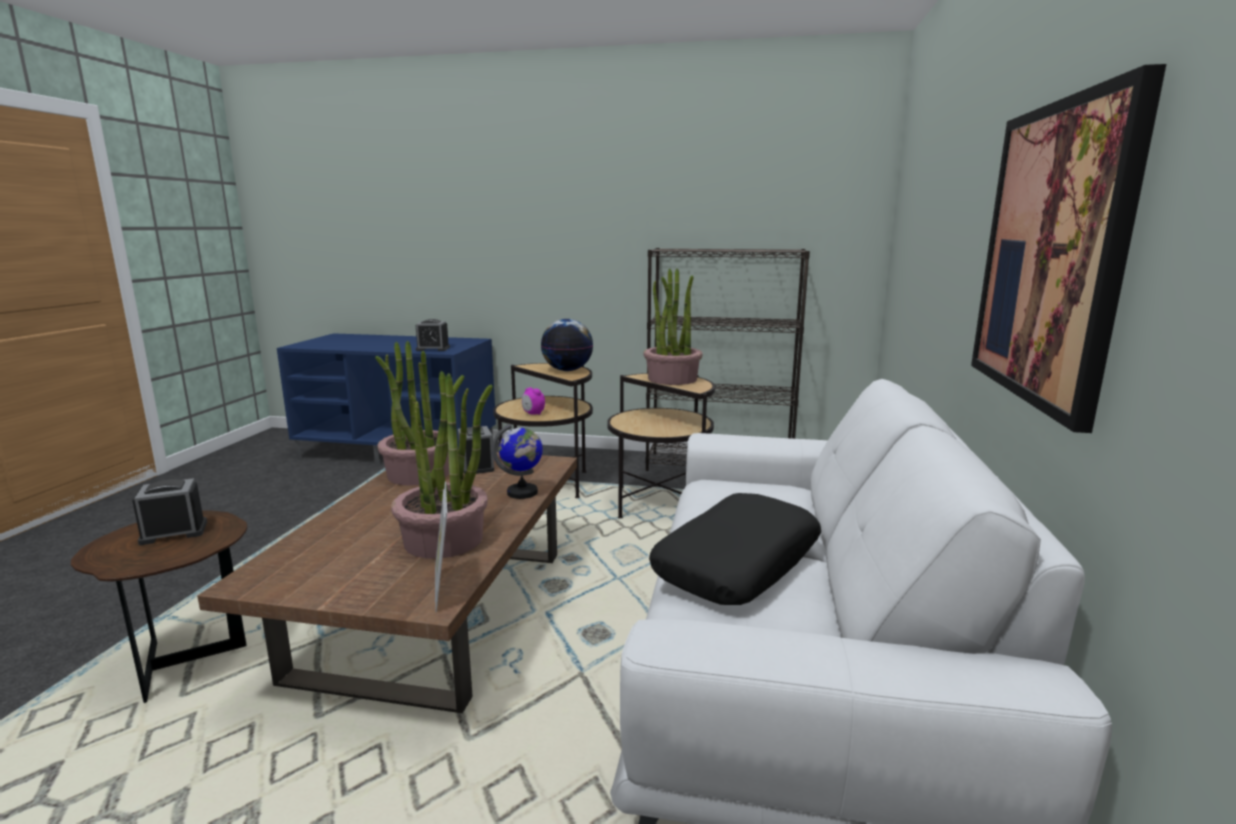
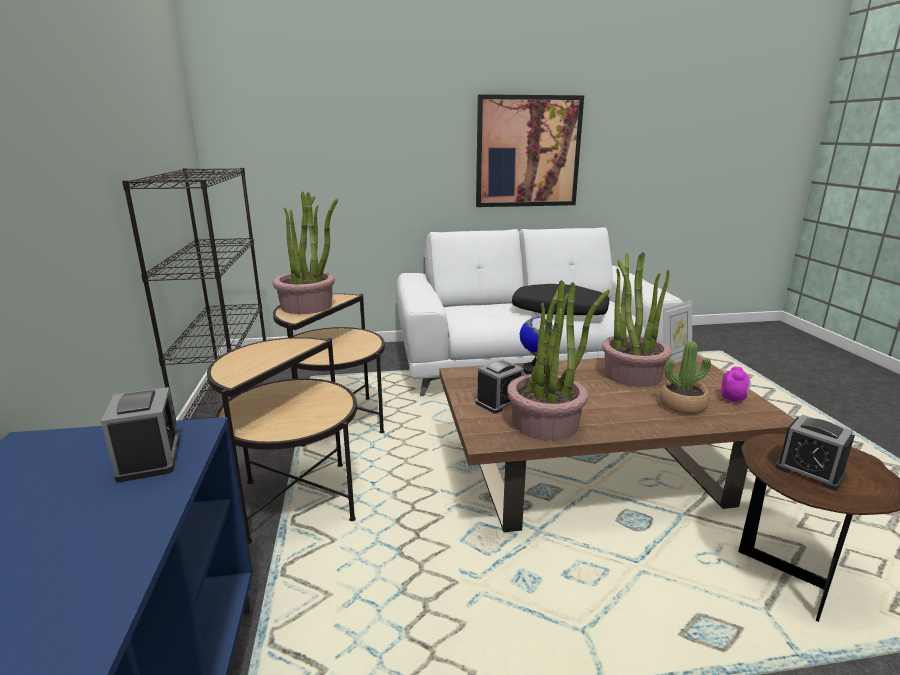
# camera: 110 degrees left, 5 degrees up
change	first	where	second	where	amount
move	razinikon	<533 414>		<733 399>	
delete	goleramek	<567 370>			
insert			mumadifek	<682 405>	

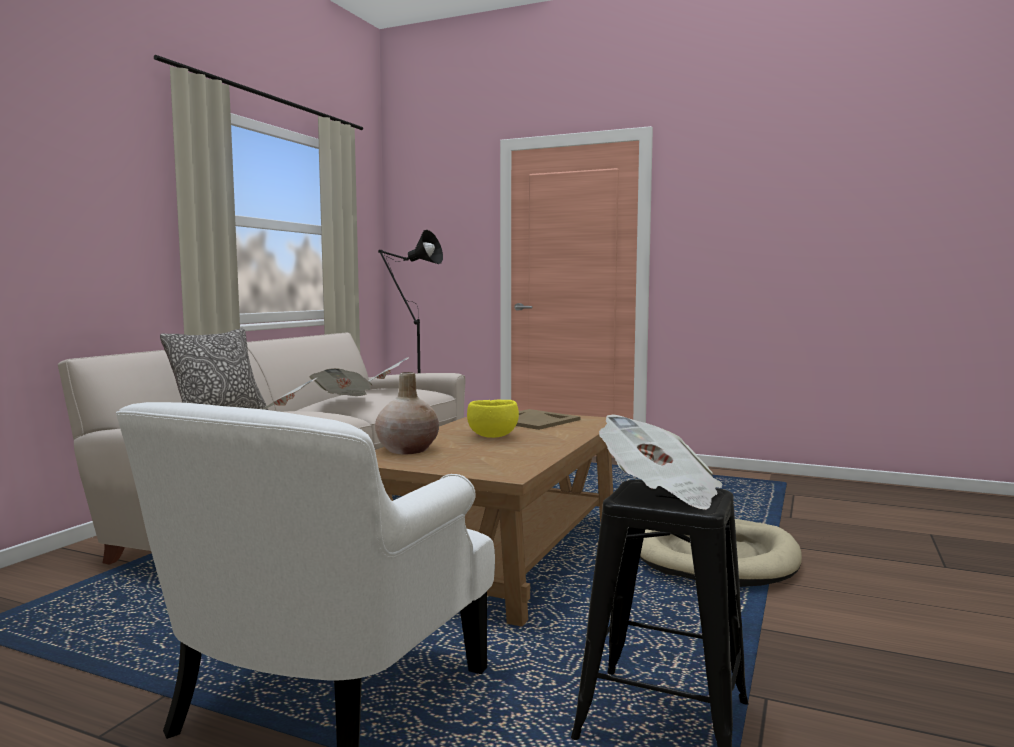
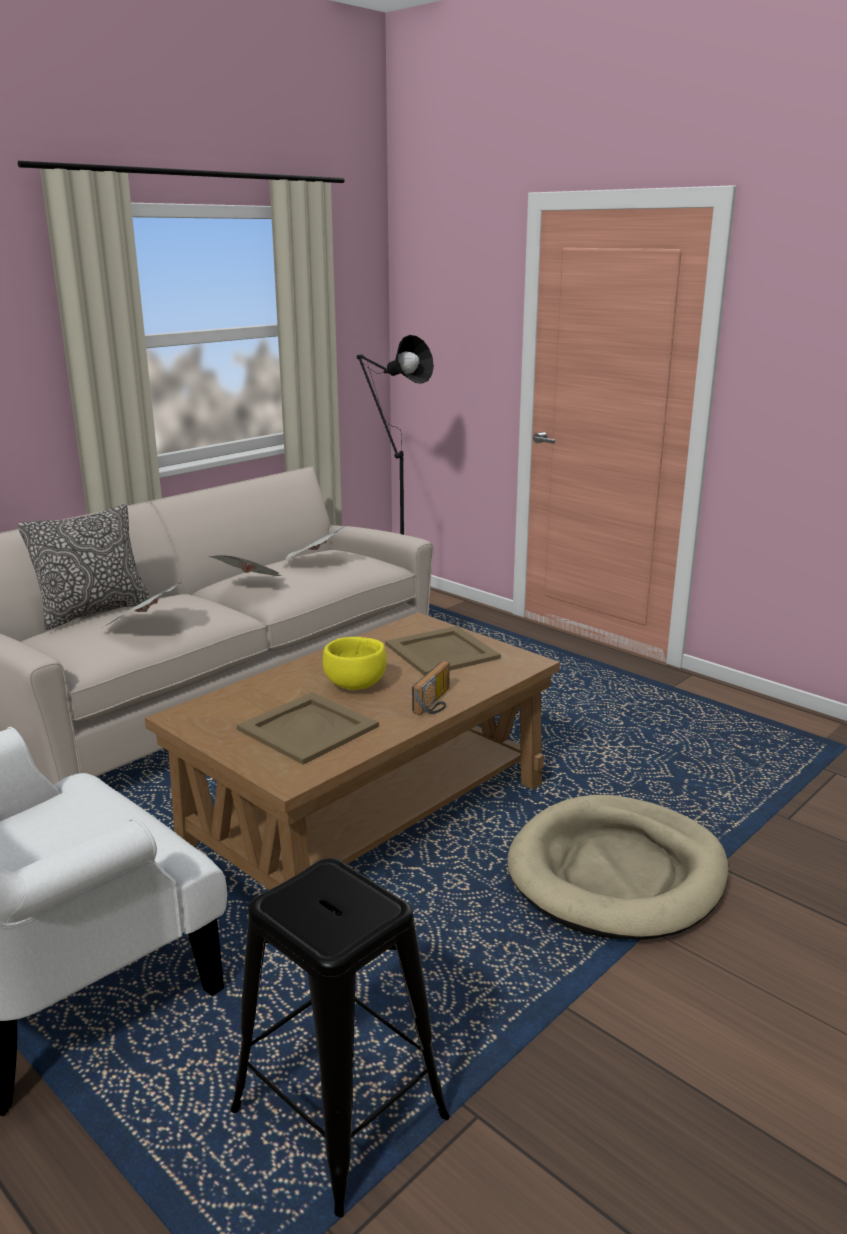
# camera: 20 degrees right, 15 degrees up
change	first	where	second	where	amount
delete	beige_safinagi	<408 450>			
delete	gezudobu	<660 493>			
insert			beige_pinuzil	<308 728>	
insert			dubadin	<436 703>	

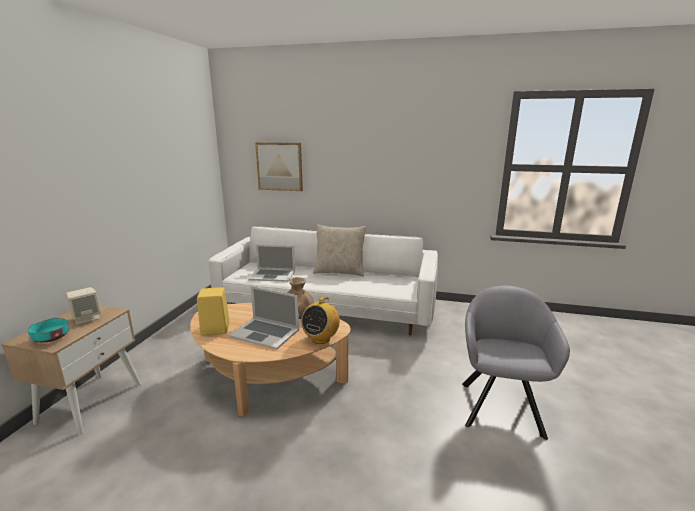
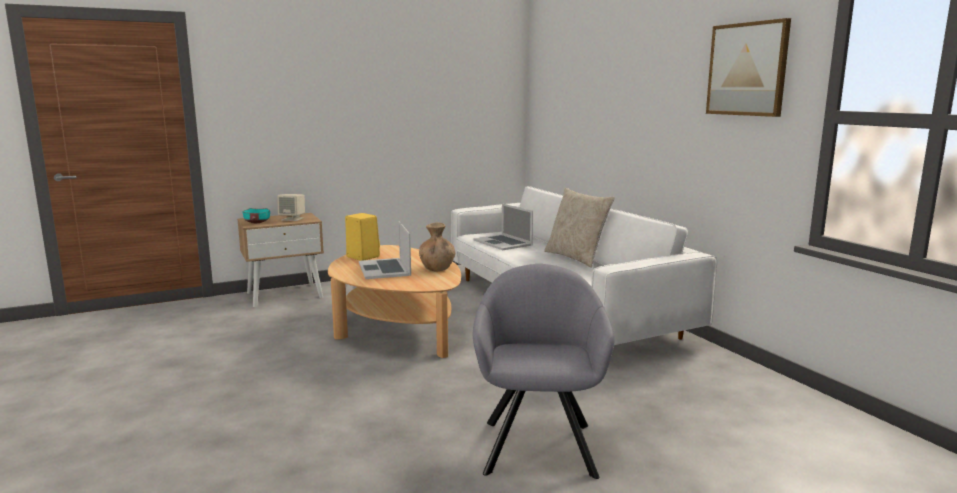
# camera: 50 degrees right, 5 degrees down
change	first	where	second	where	amount
move	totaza	<279 166>		<747 69>	
delete	dubadin	<321 339>			
rotate	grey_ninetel	<500 405>		<539 443>	60 degrees counterclockwise

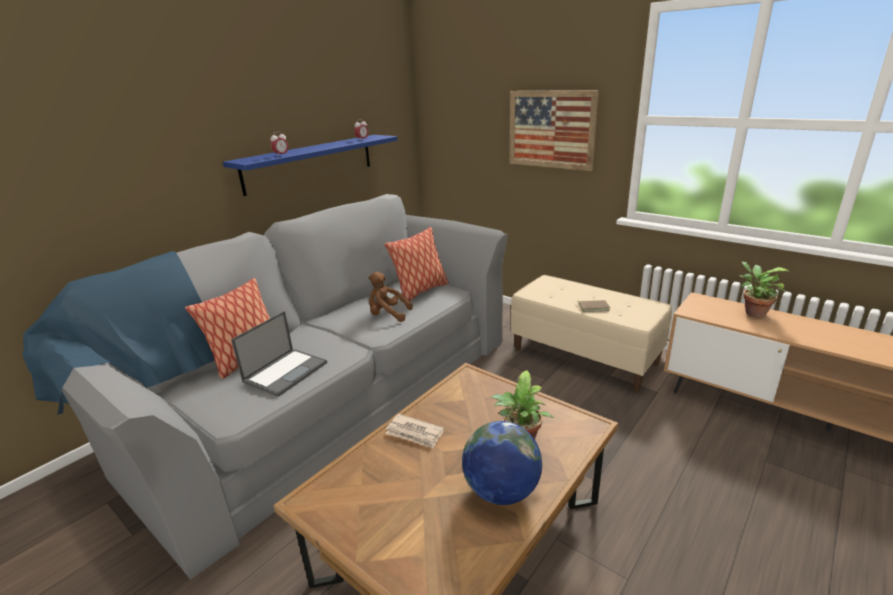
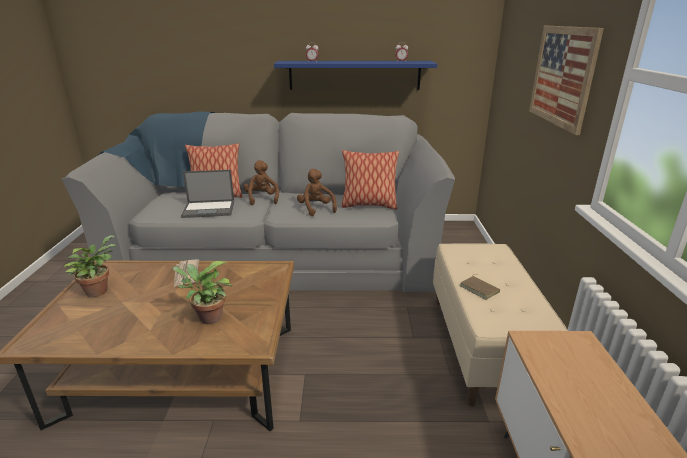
# camera: 50 degrees right, 0 degrees up
change	first	where	second	where	amount
delete	goleramek	<501 491>			
move	mumadifek	<752 312>		<98 290>	
insert			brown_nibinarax	<262 199>	

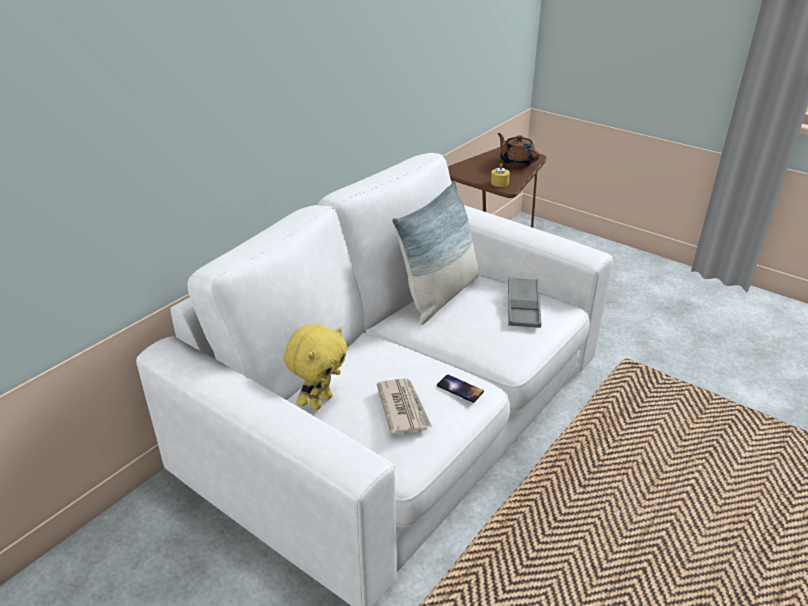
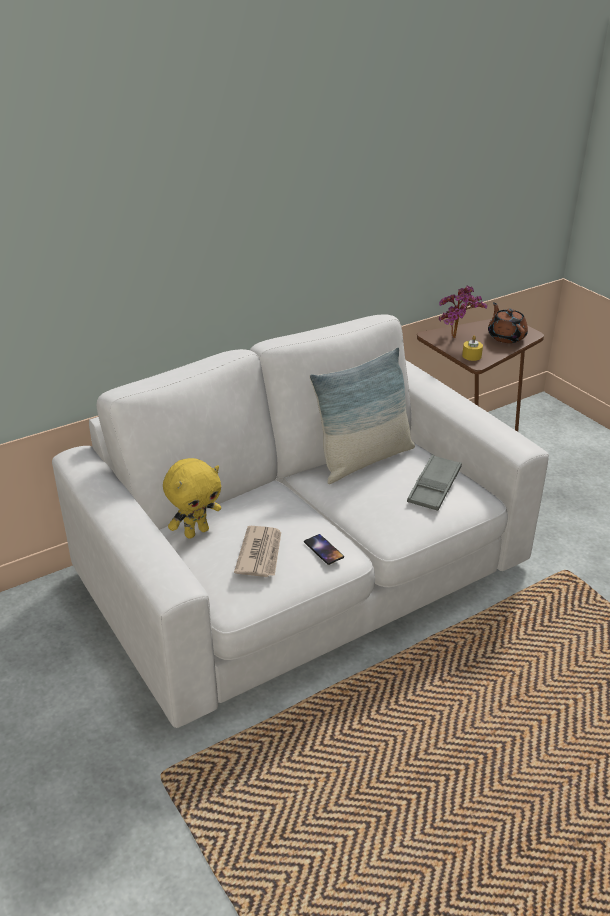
# camera: 20 degrees right, 0 degrees up
change	first	where	second	where	amount
insert			mumadifek	<457 338>	

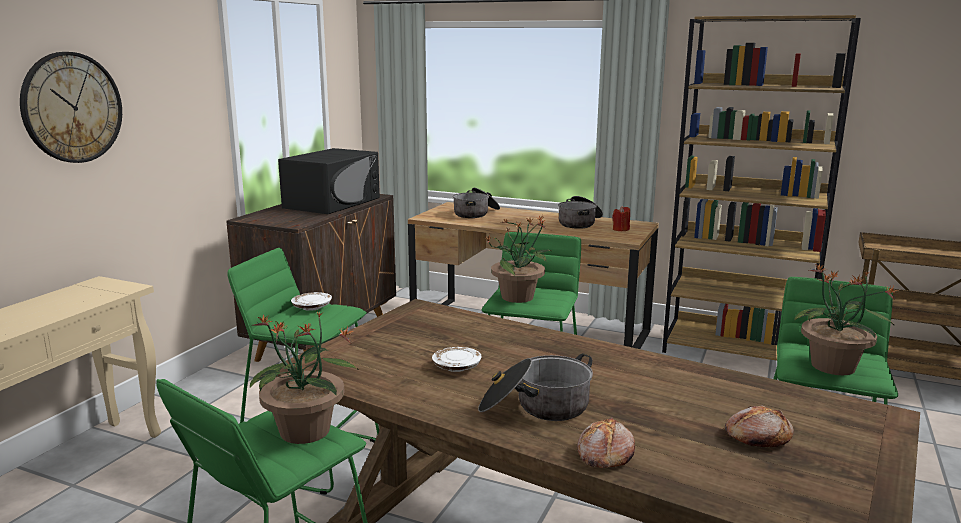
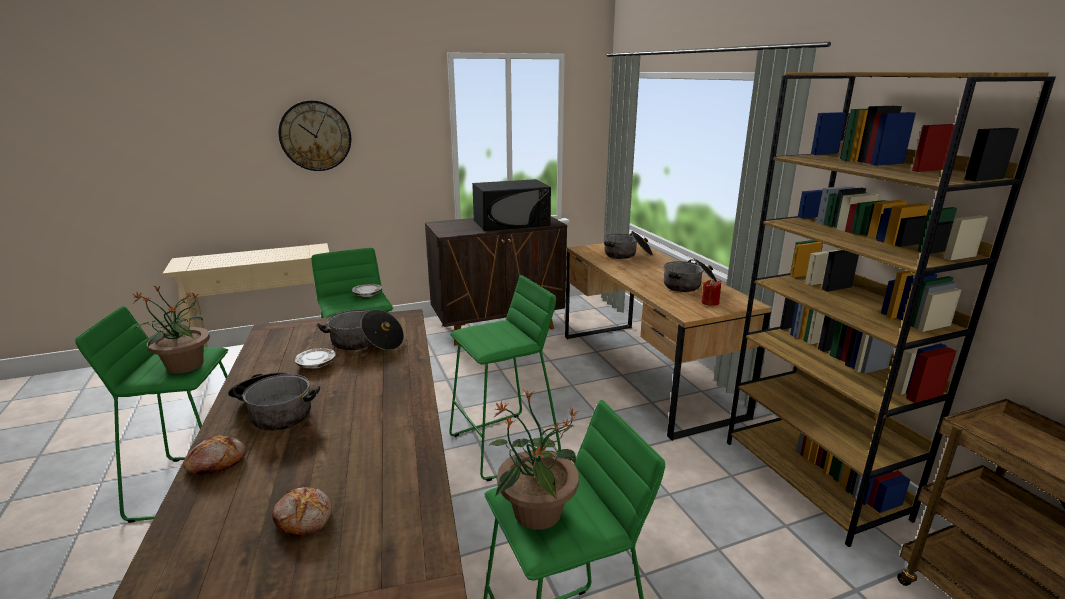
# camera: 45 degrees right, 5 degrees up
change	first	where	second	where	amount
delete	mumadifek	<518 297>			
insert			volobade	<365 343>	

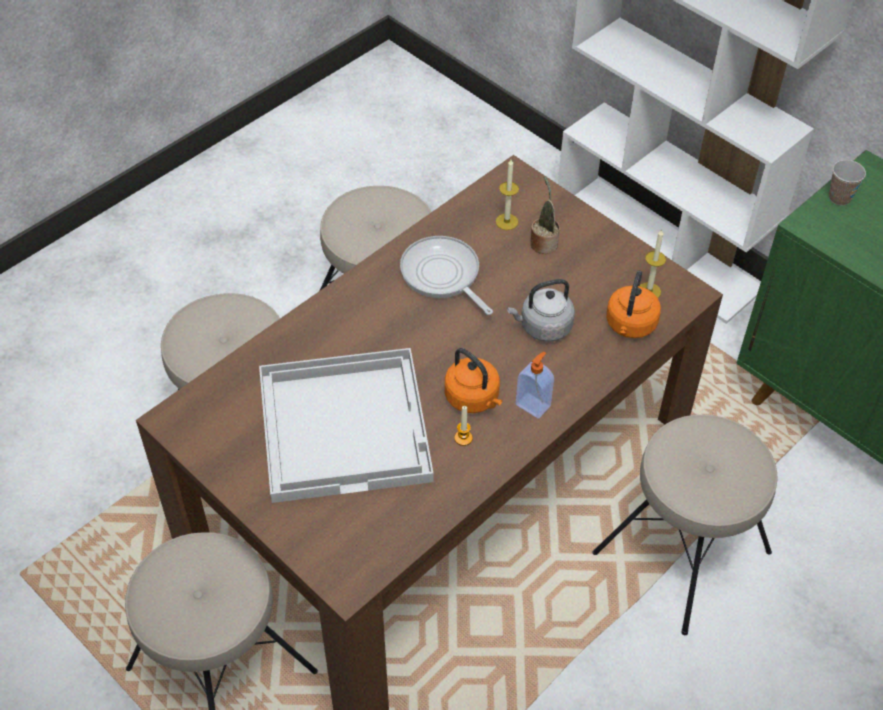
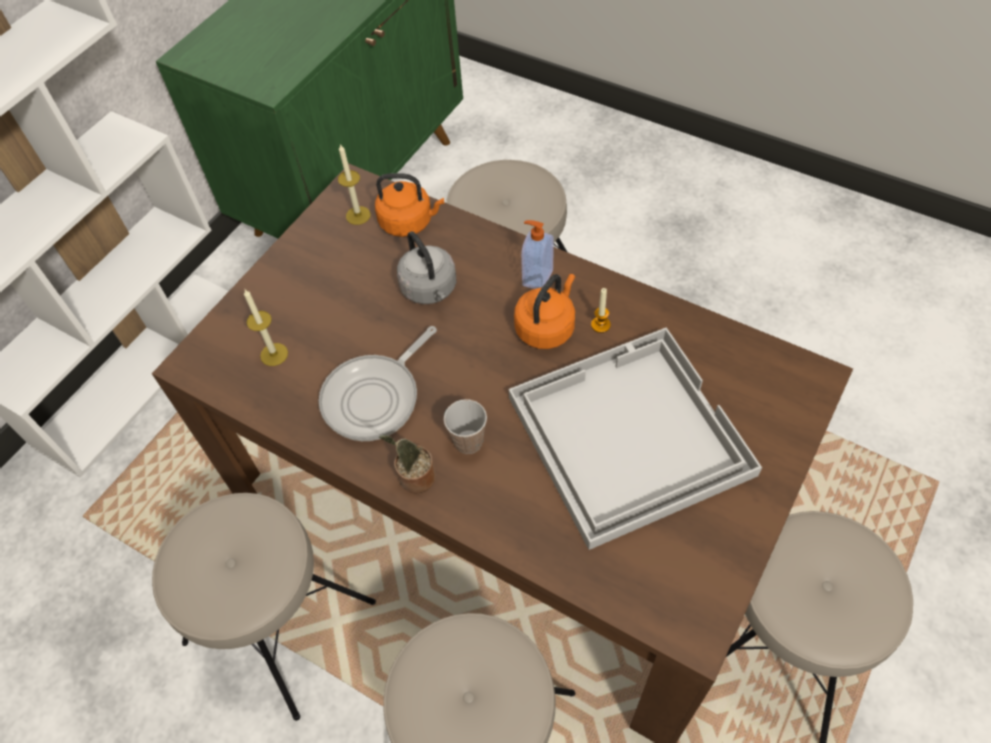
# camera: 100 degrees left, 5 degrees up
change	first	where	second	where	amount
move	mumadifek	<543 242>		<414 478>	
move	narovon	<839 198>		<468 442>	

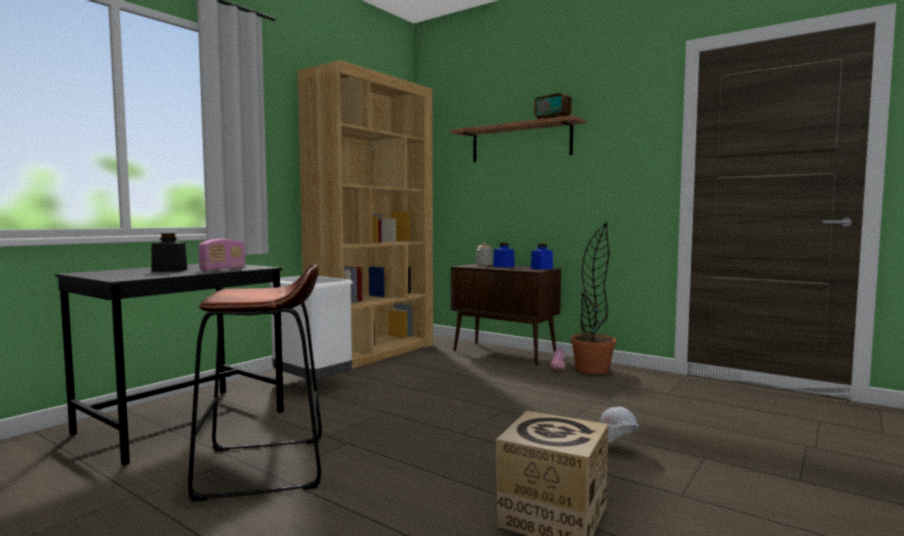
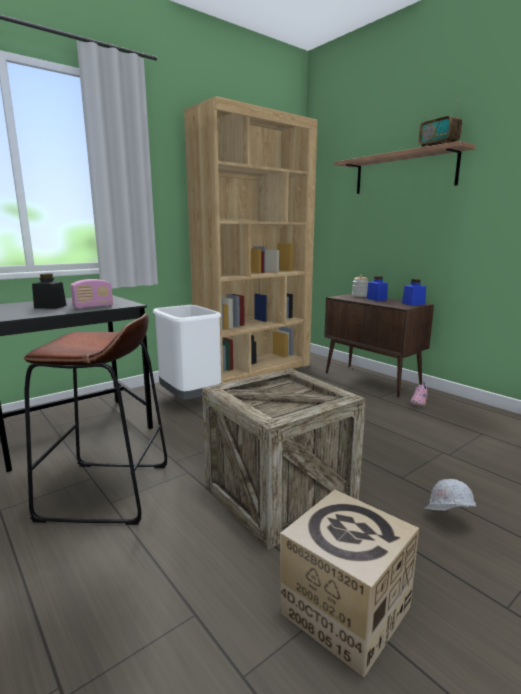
# camera: 15 degrees right, 10 degrees up
change	first	where	second	where	amount
delete	mumadifek	<592 369>			
insert			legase	<280 495>	

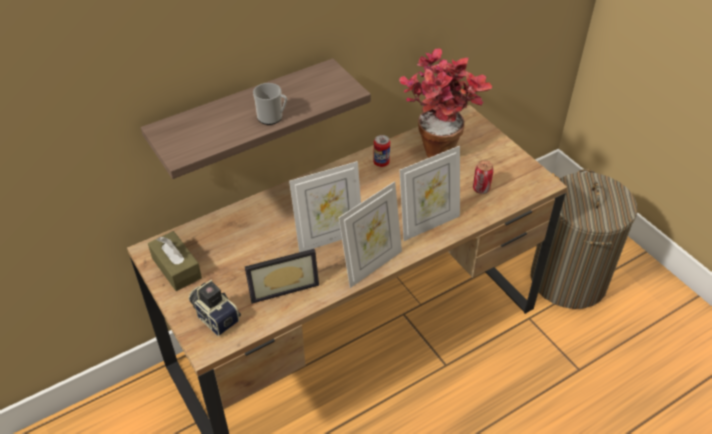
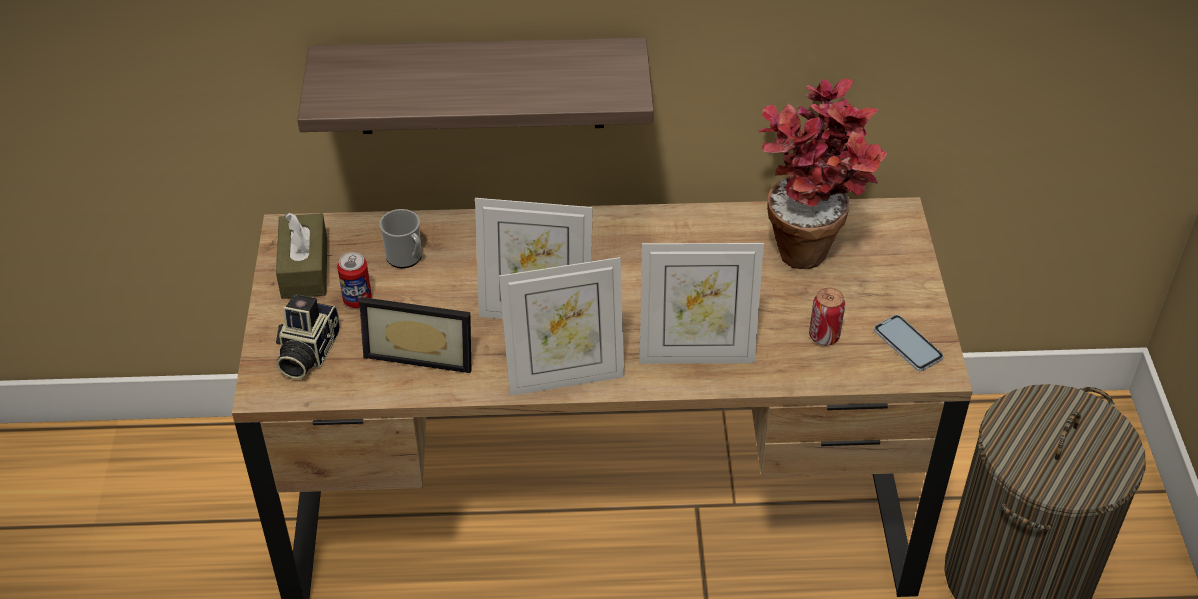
# camera: 30 degrees right, 0 degrees up
change	first	where	second	where	amount
rotate	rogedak	<215 315>		<306 352>	150 degrees counterclockwise
move	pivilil	<272 117>		<406 258>	
move	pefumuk	<381 163>		<357 300>	
insert			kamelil	<908 344>	

